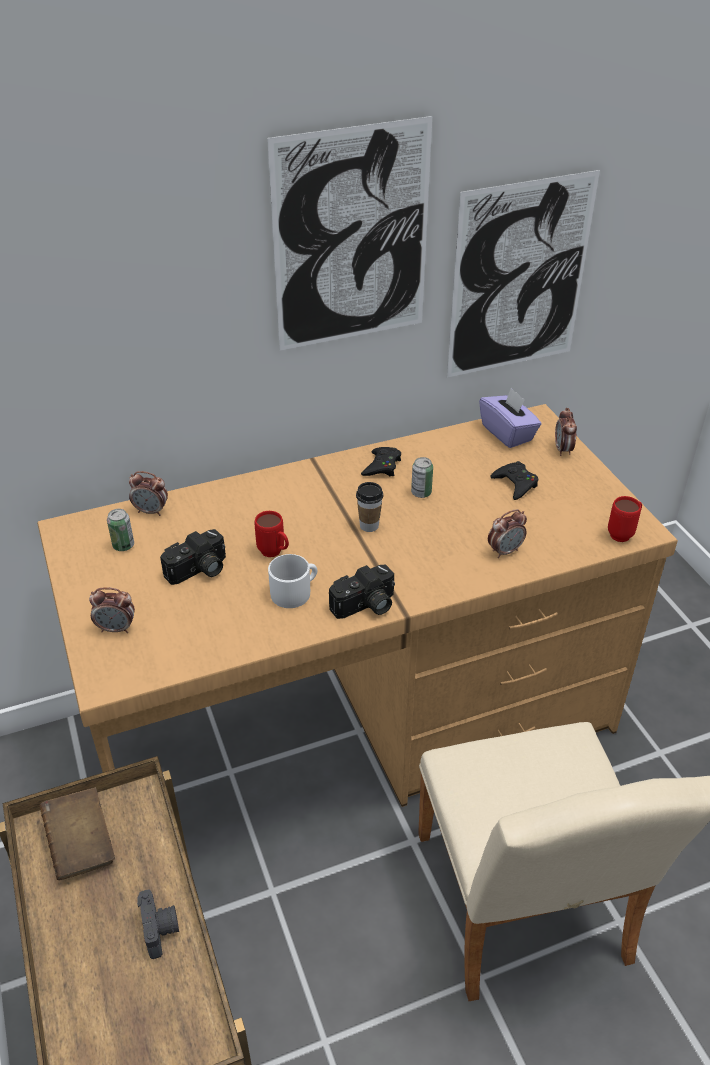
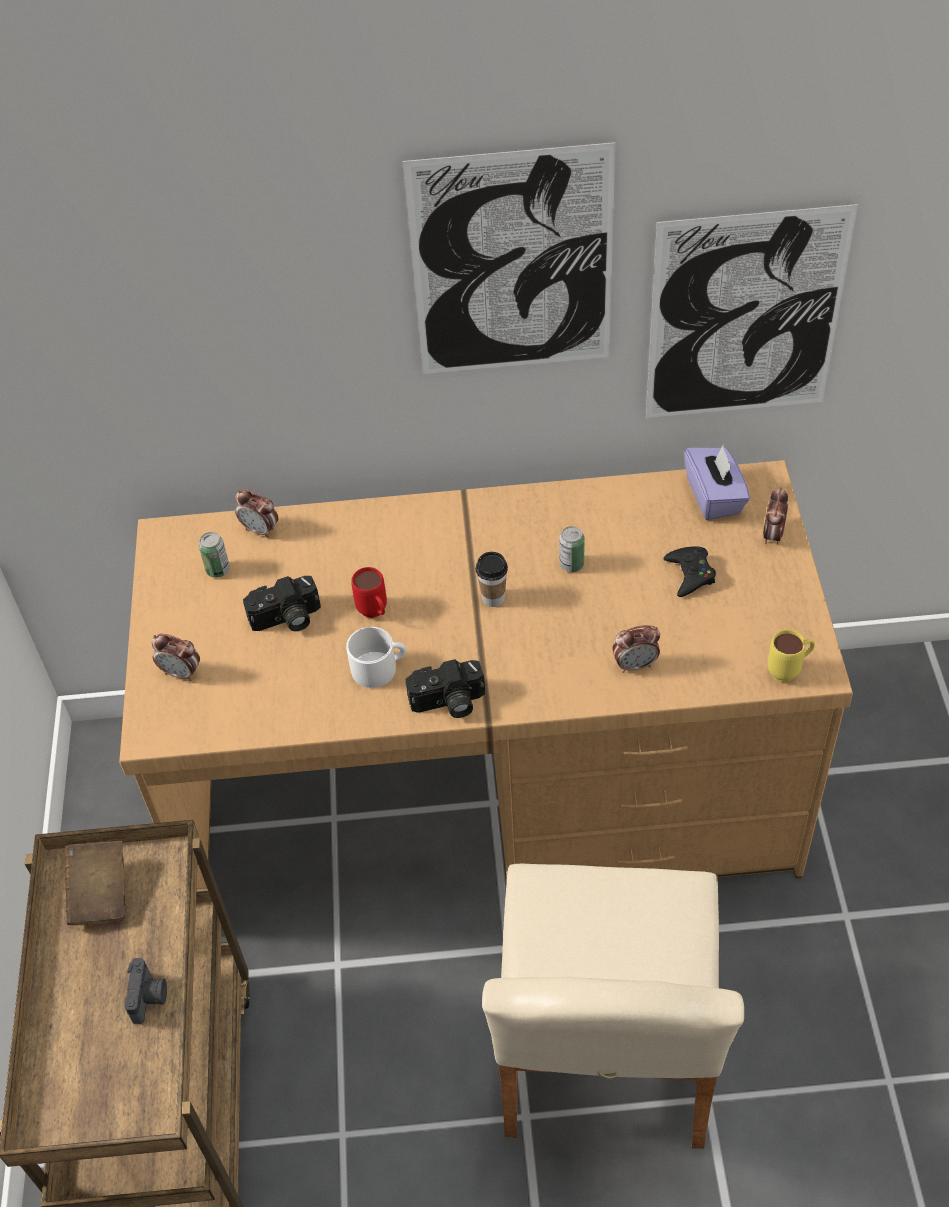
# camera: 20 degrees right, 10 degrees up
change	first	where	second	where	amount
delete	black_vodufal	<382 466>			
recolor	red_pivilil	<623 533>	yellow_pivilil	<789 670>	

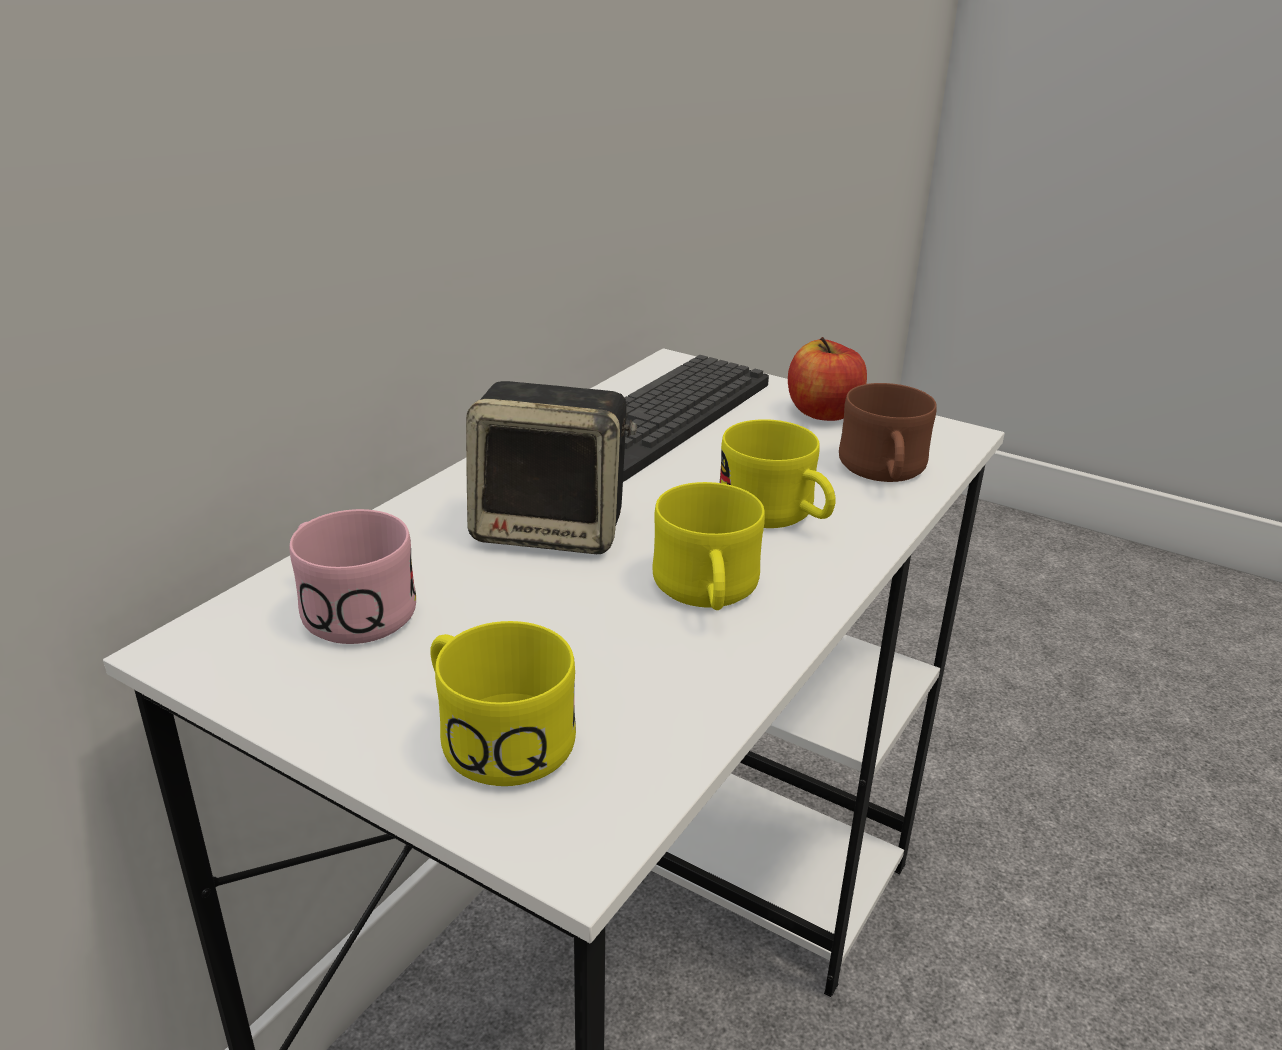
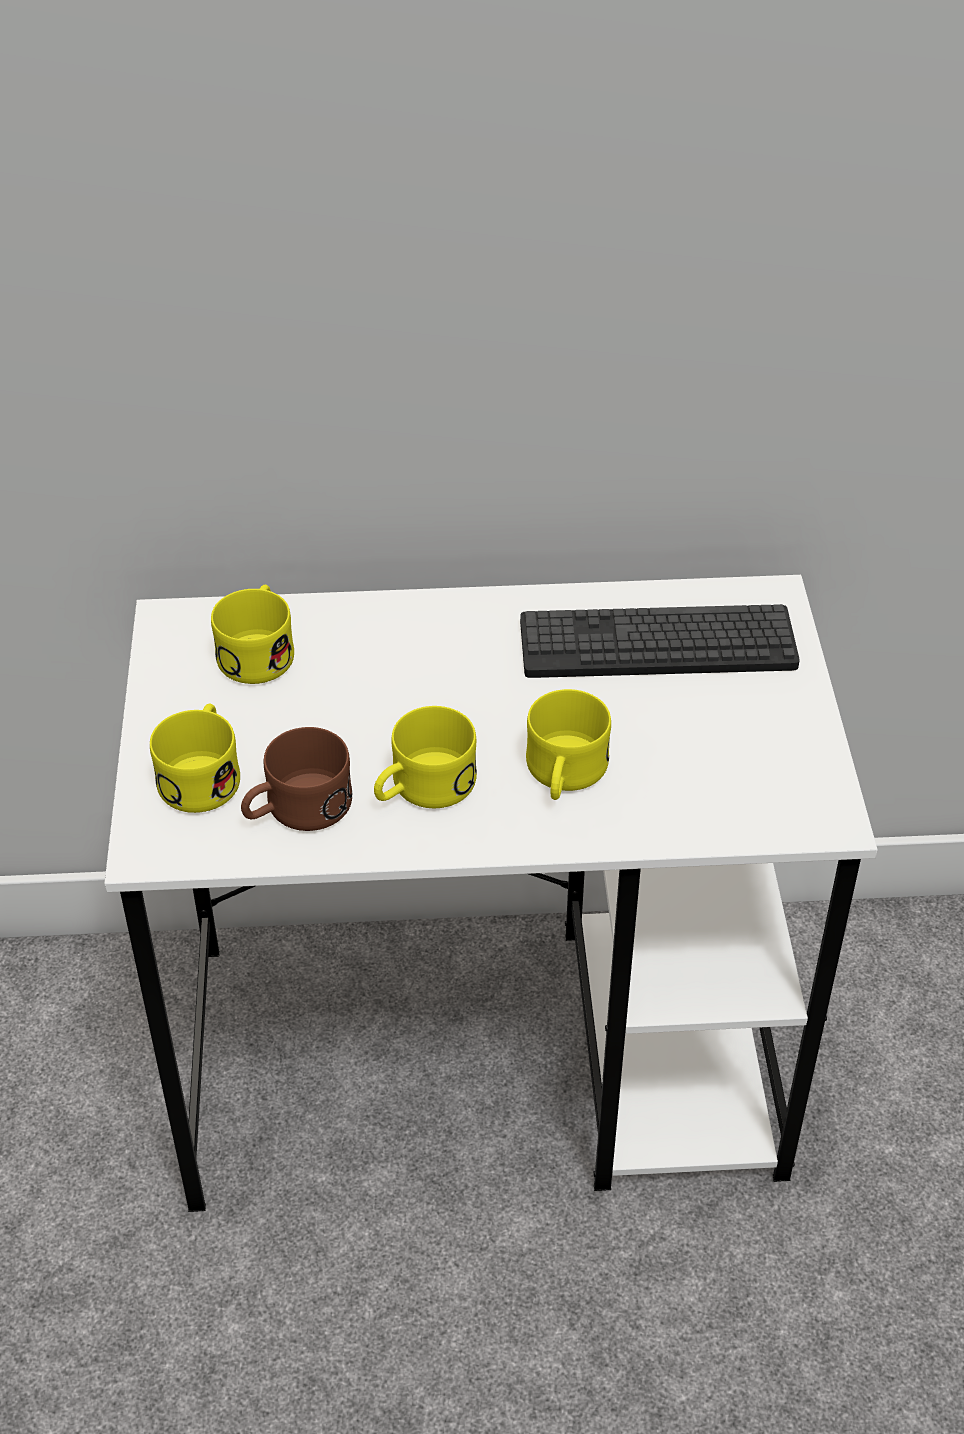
# camera: 55 degrees right, 15 degrees up
change	first	where	second	where	amount
recolor	pink_pivilil	<347 607>	yellow_pivilil	<259 651>	
delete	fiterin	<553 528>			
delete	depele	<823 413>			
move	brown_pivilil	<884 472>		<296 810>	

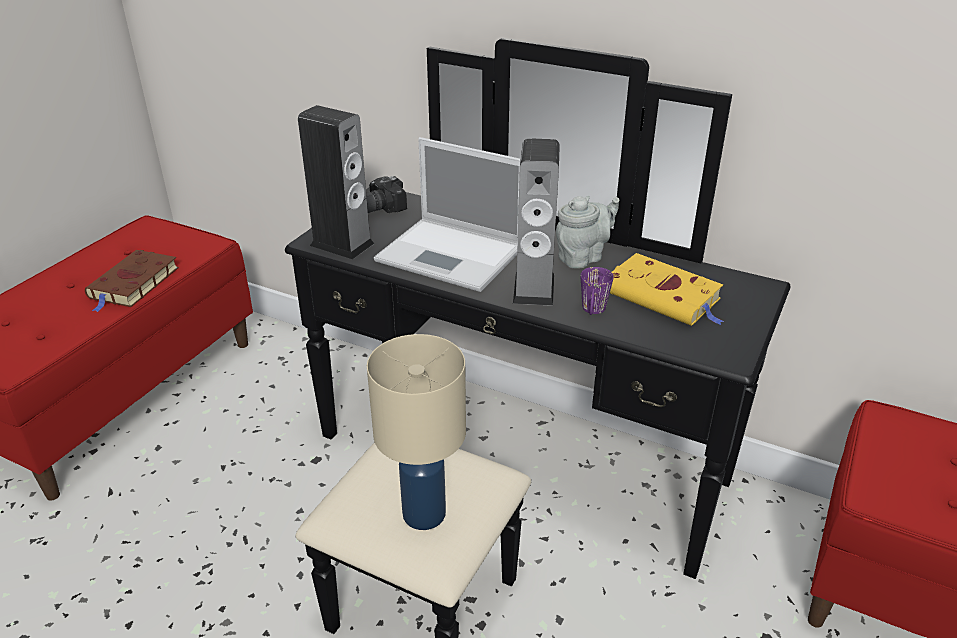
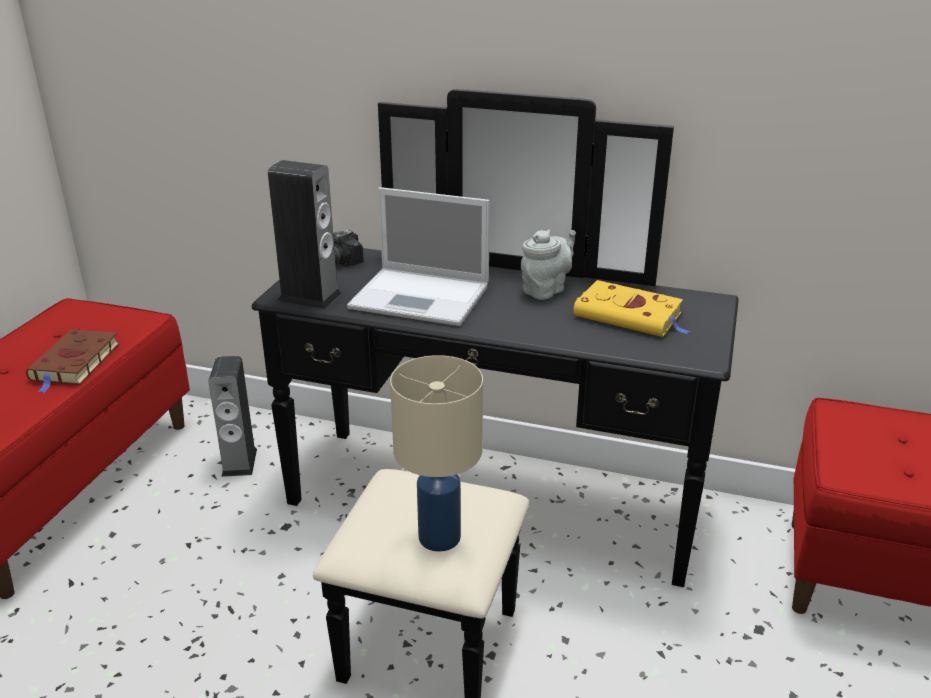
# camera: 10 degrees left, 5 degrees down
change	first	where	second	where	amount
move	fiterin	<534 288>		<239 462>	
delete	purple_pivilil	<593 312>			

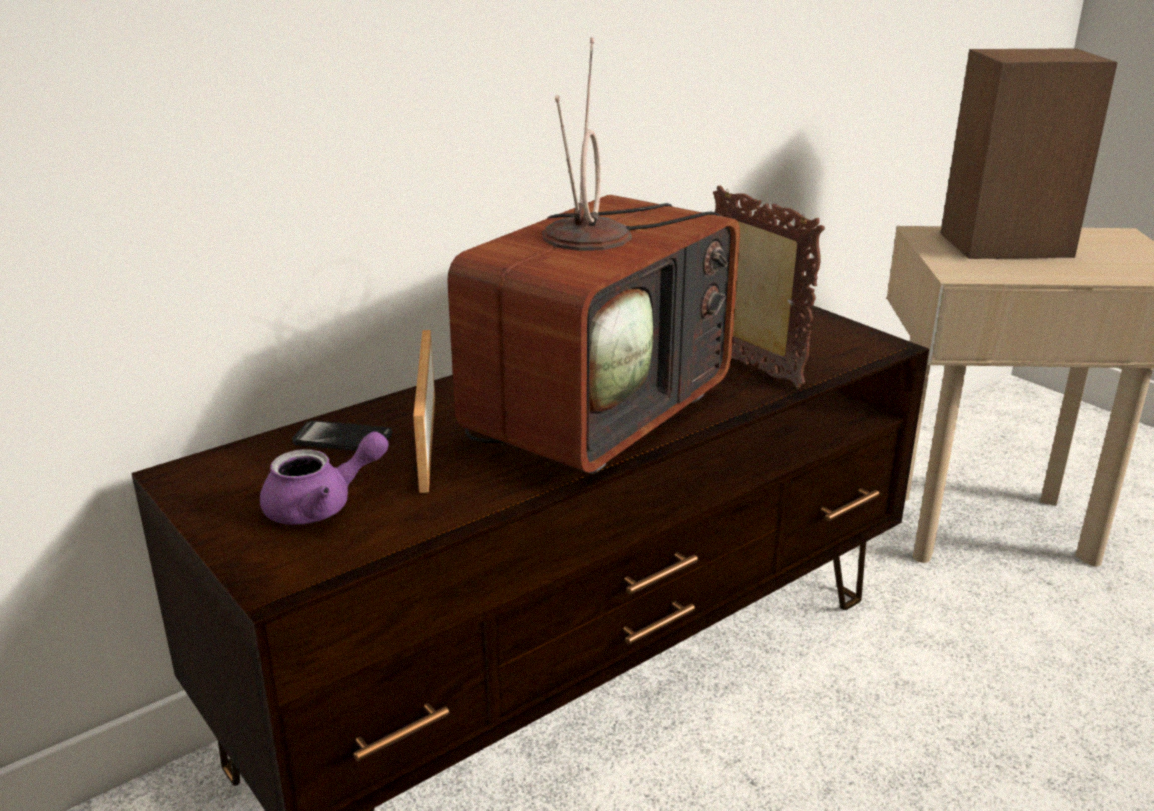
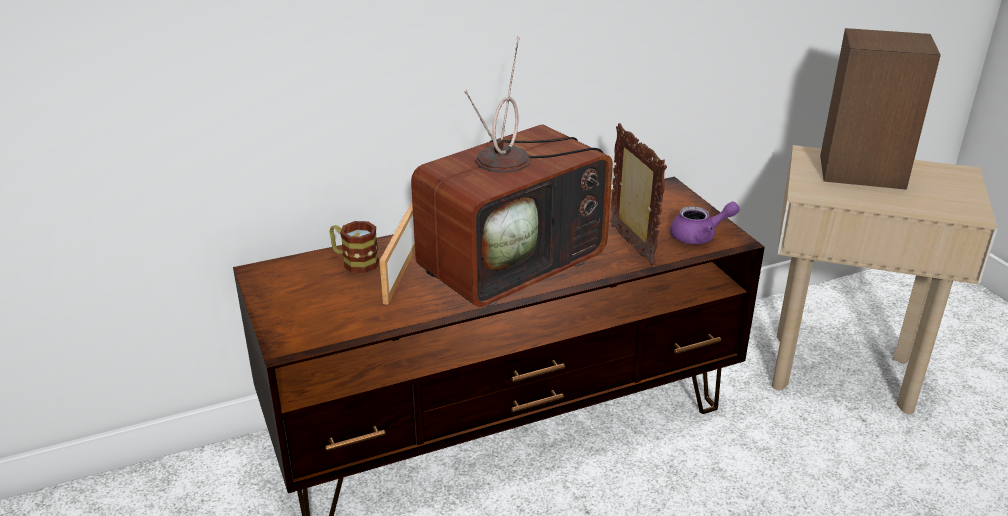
# camera: 15 degrees right, 5 degrees up
change	first	where	second	where	amount
move	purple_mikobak	<321 506>		<699 236>	
replace	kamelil	<343 439>	pivilil	<354 262>	

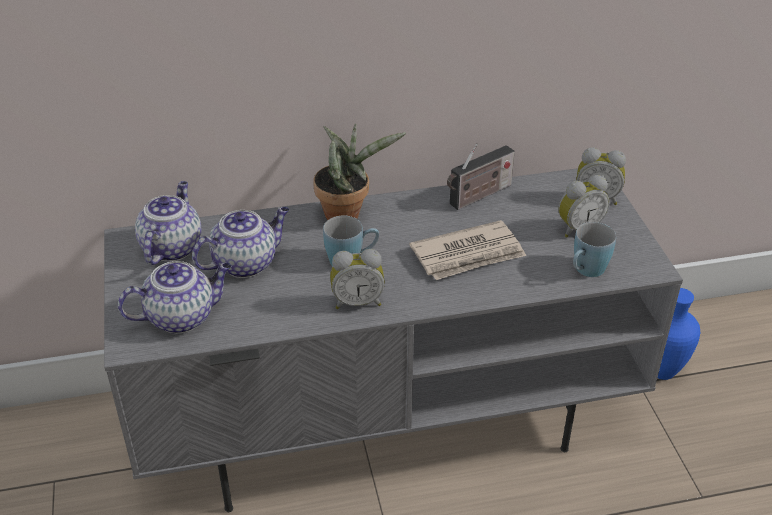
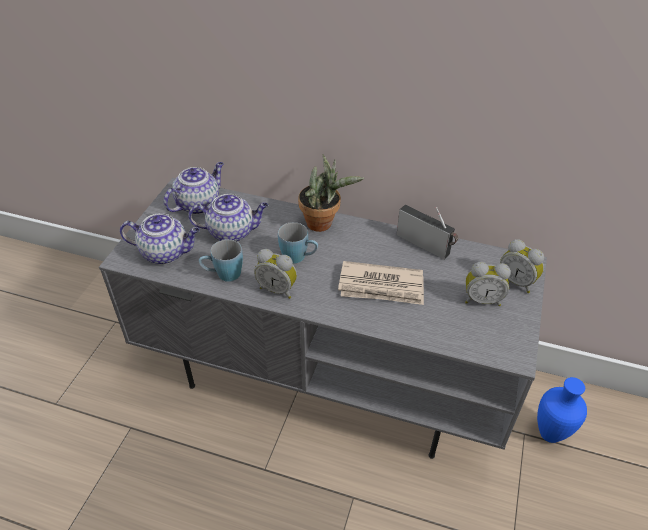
# camera: 30 degrees right, 5 degrees up
change	first	where	second	where	amount
rotate	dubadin	<478 196>		<425 245>	135 degrees counterclockwise
move	blue_pivilil	<586 271>		<223 275>	

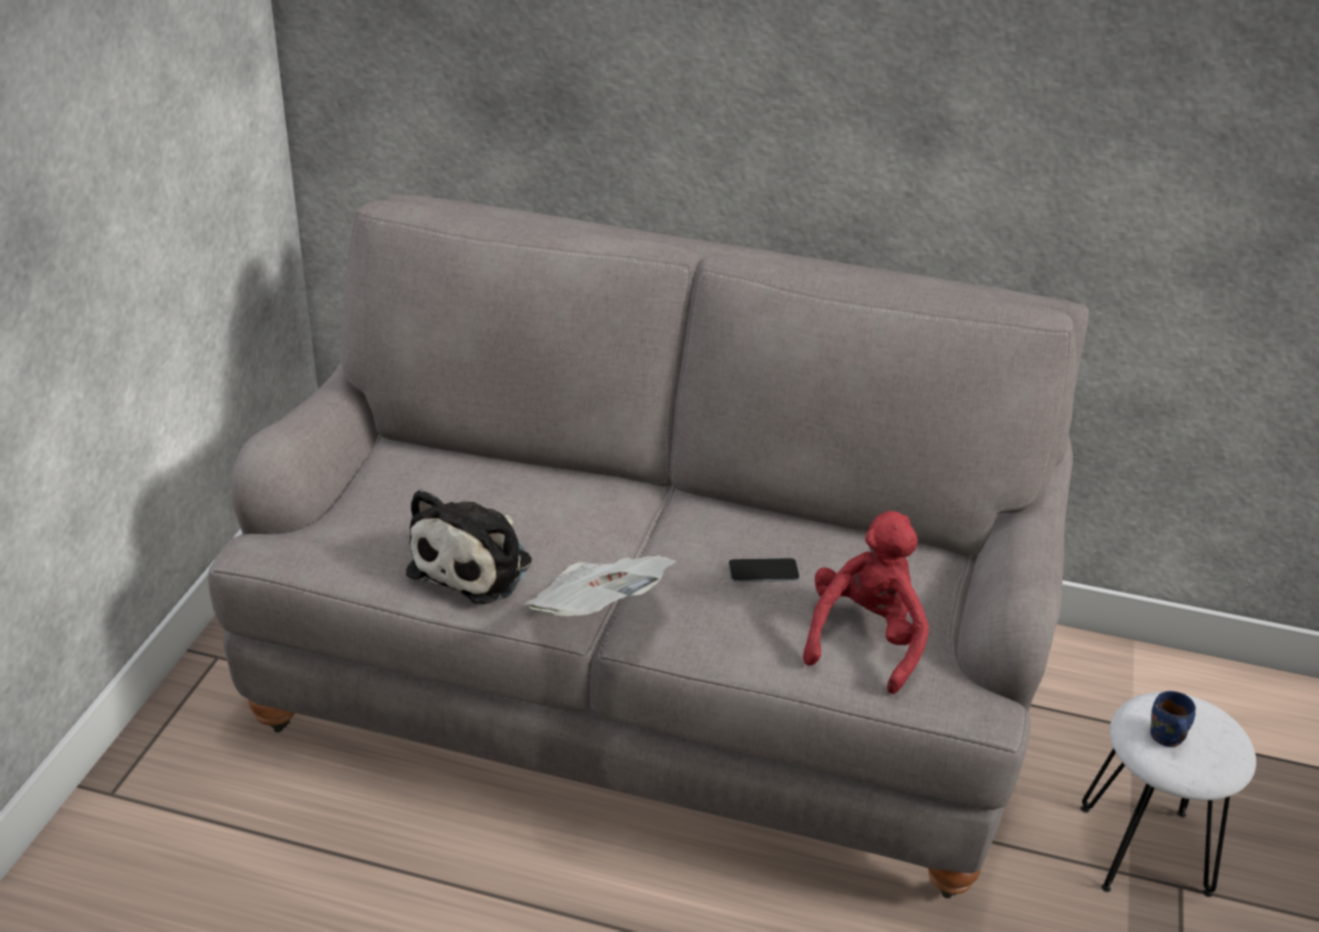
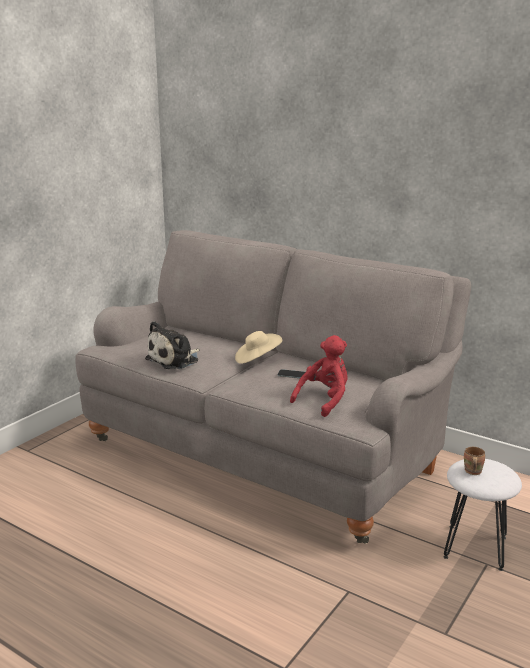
# camera: 20 degrees right, 15 degrees down
change	first	where	second	where	amount
delete	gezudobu	<598 612>			
recolor	blue_pivilil	<1164 738>	brown_pivilil	<471 472>	
insert			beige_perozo	<257 359>	

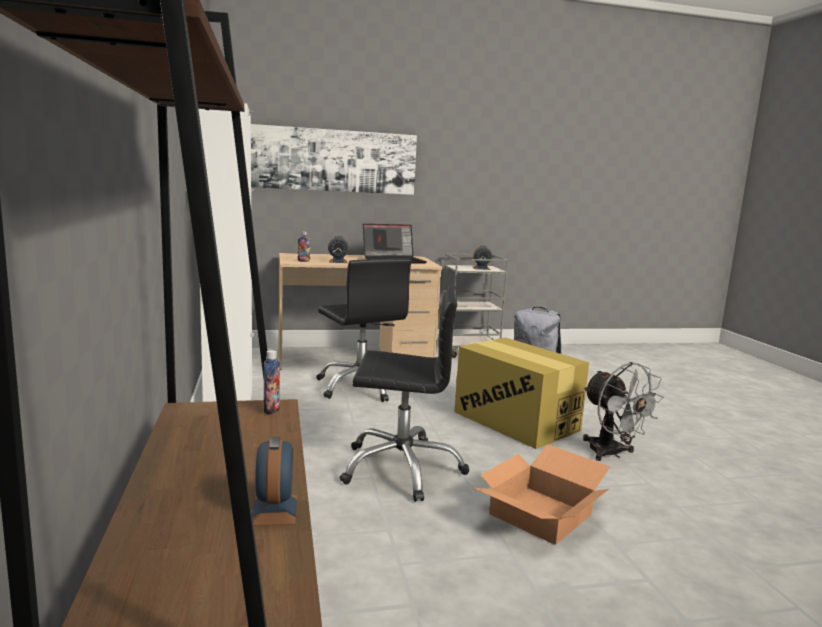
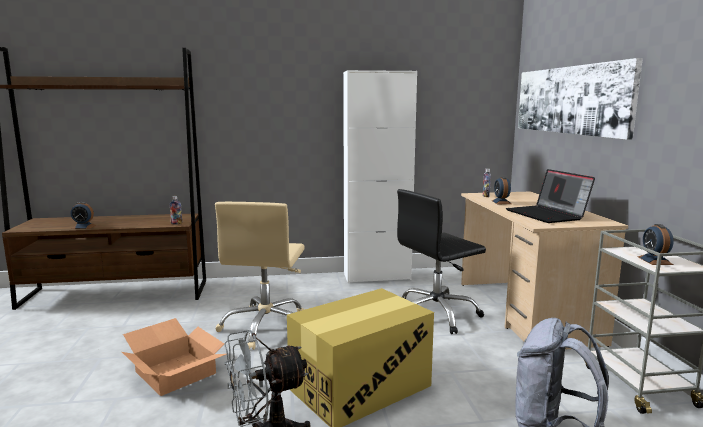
# camera: 95 degrees right, 0 degrees up
change	first	where	second	where	amount
recolor	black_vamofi	<402 468>	beige_vamofi	<266 327>	

